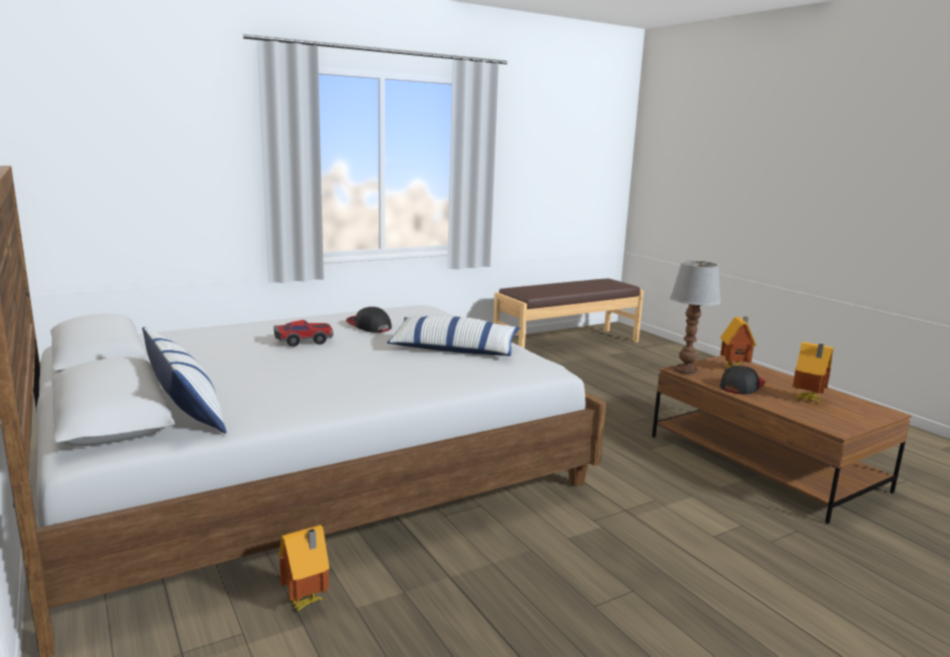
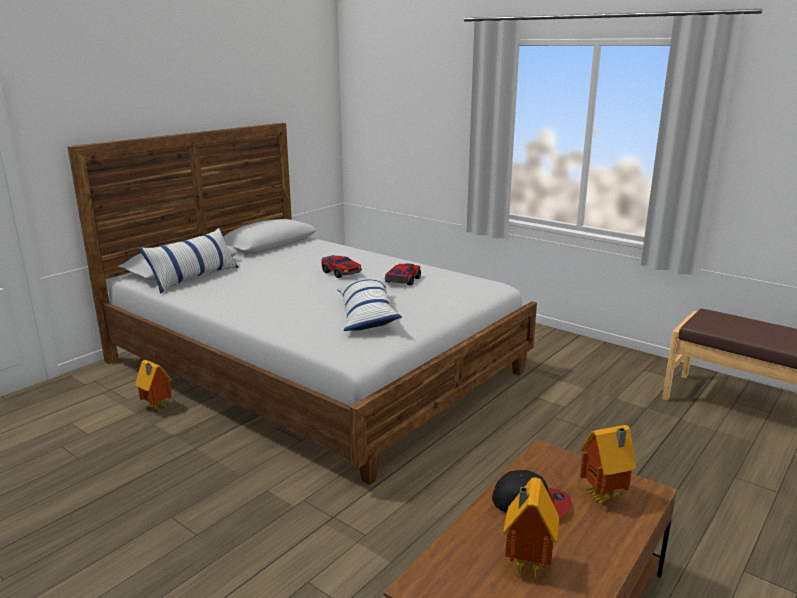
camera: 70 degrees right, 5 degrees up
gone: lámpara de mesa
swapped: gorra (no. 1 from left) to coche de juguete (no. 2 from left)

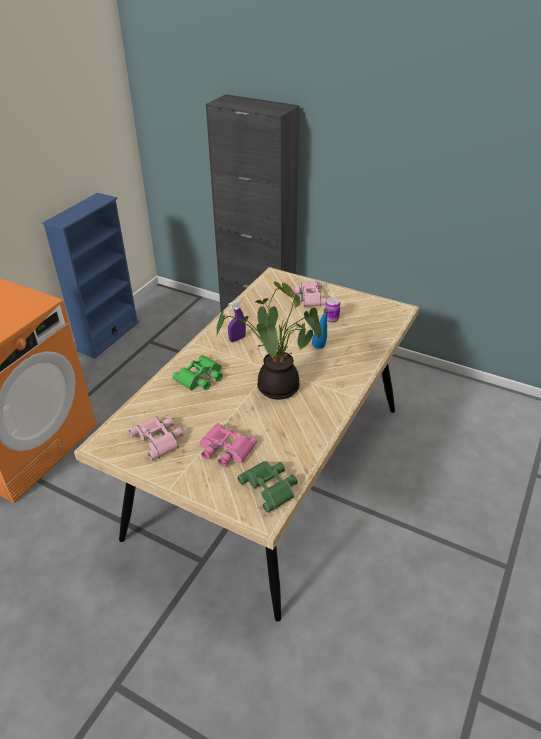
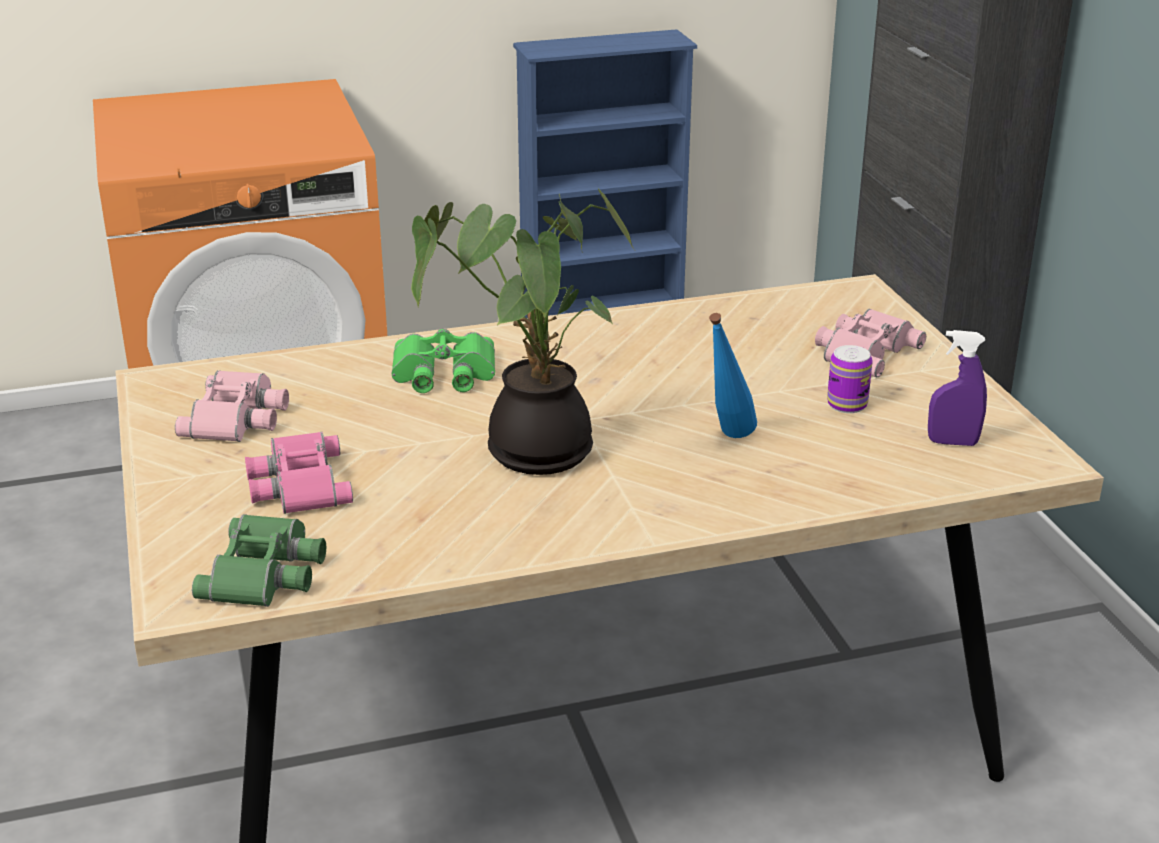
camera: 45 degrees right, 10 degrees down
shifted: pulverizador/morado

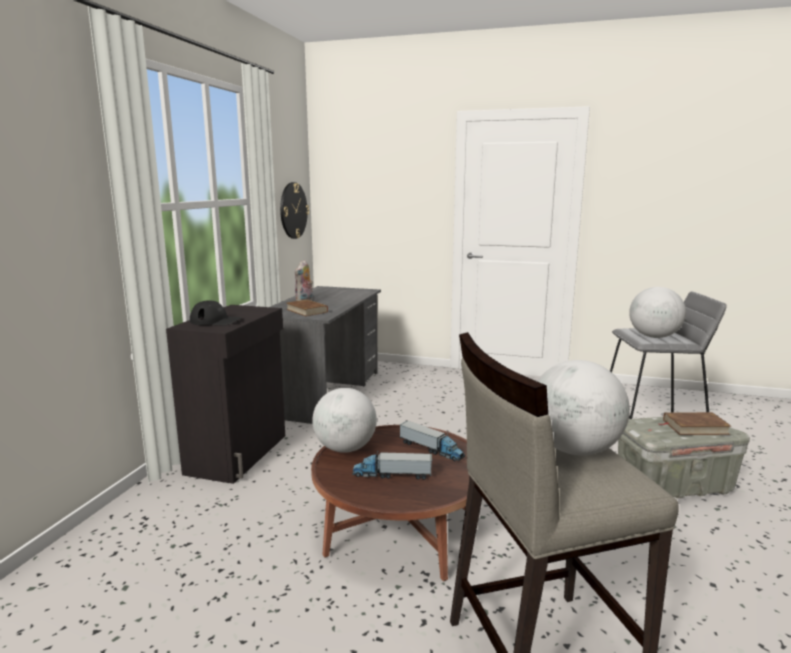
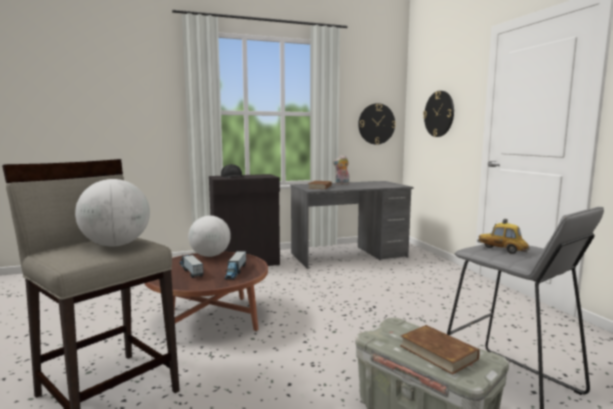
camera: 55 degrees right, 5 degrees down
new: reloj de pared (no. 2 from left)
swapped: globo terráqueo (no. 3 from left) to coche de juguete

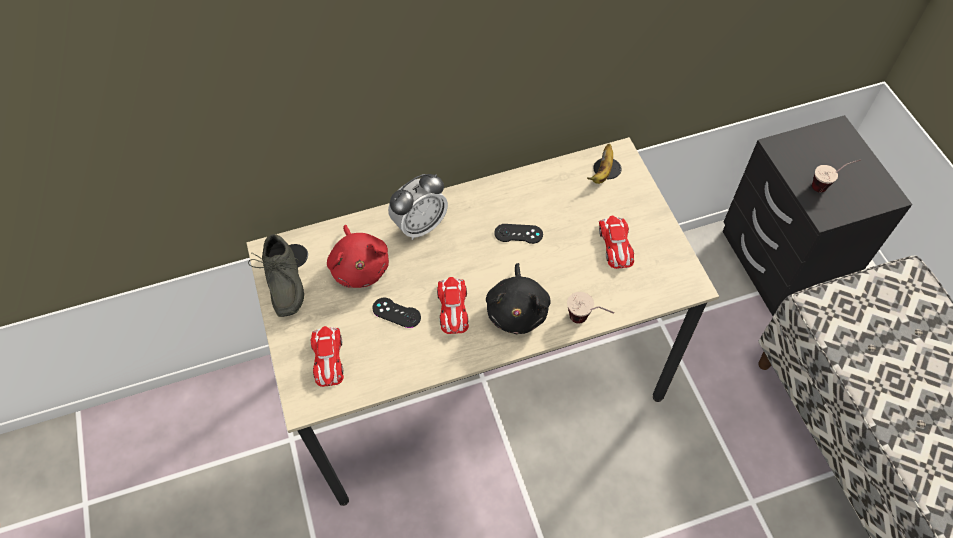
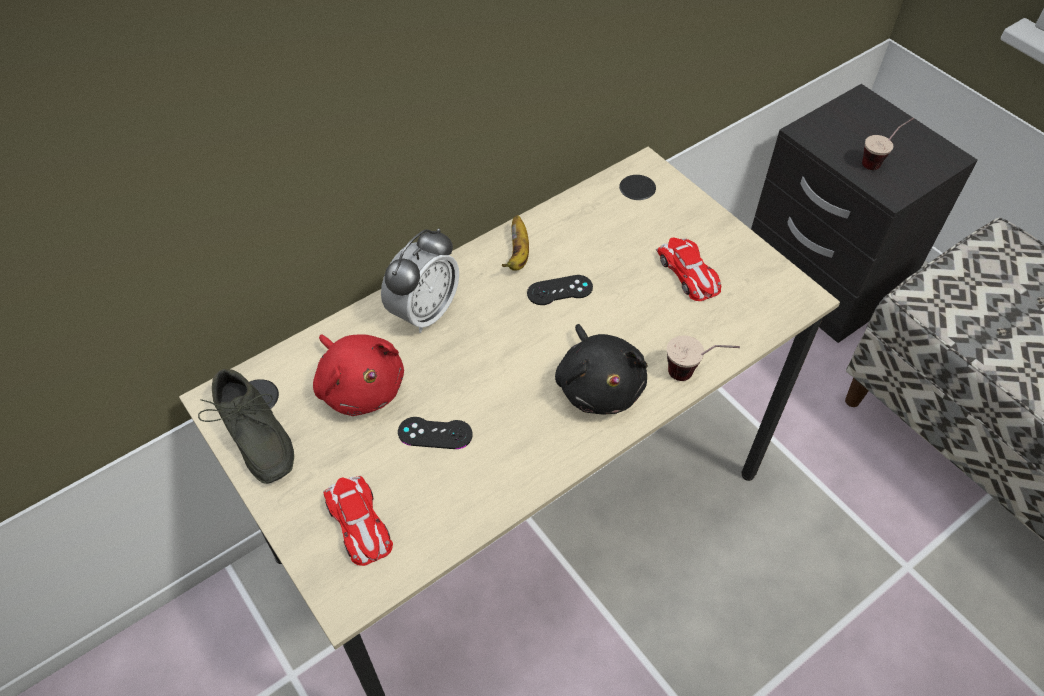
camera: 20 degrees left, 5 degrees down
gone: coche de juguete (no. 2 from left)
shifted: plátano

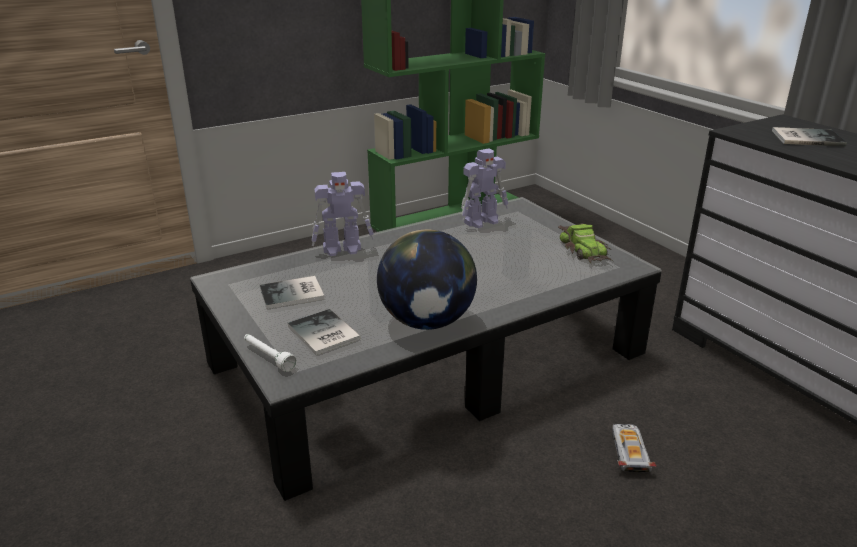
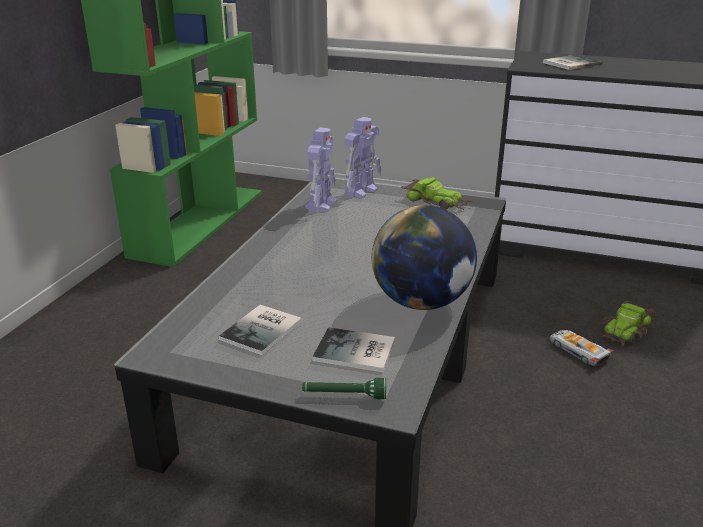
camera: 40 degrees left, 0 degrees up
new: coche de juguete (no. 3 from left)
shifted: robot de juguete (no. 1 from left in the first image) to robot de juguete (no. 2 from left)
repainted: linterna/blanco to linterna/verde

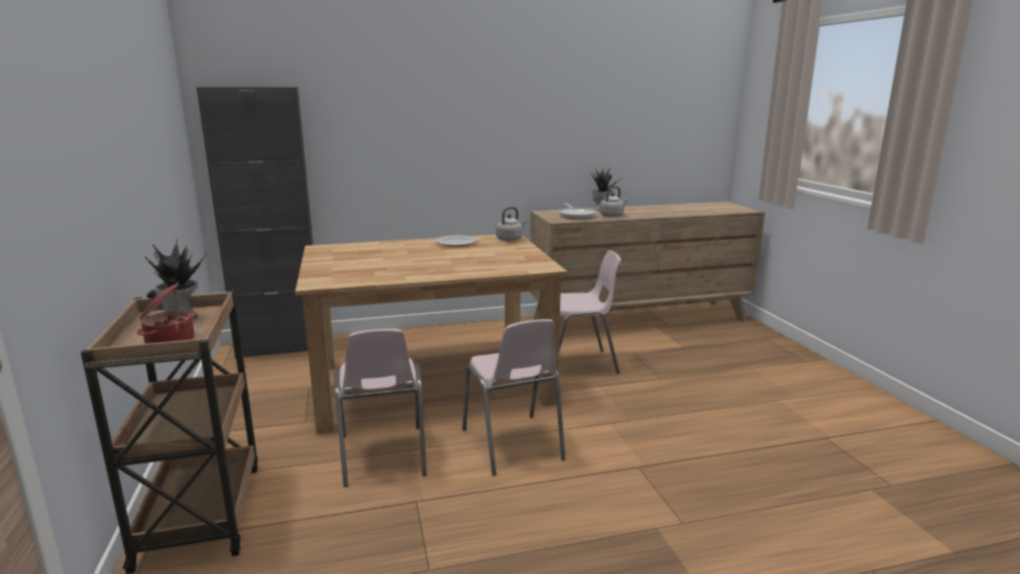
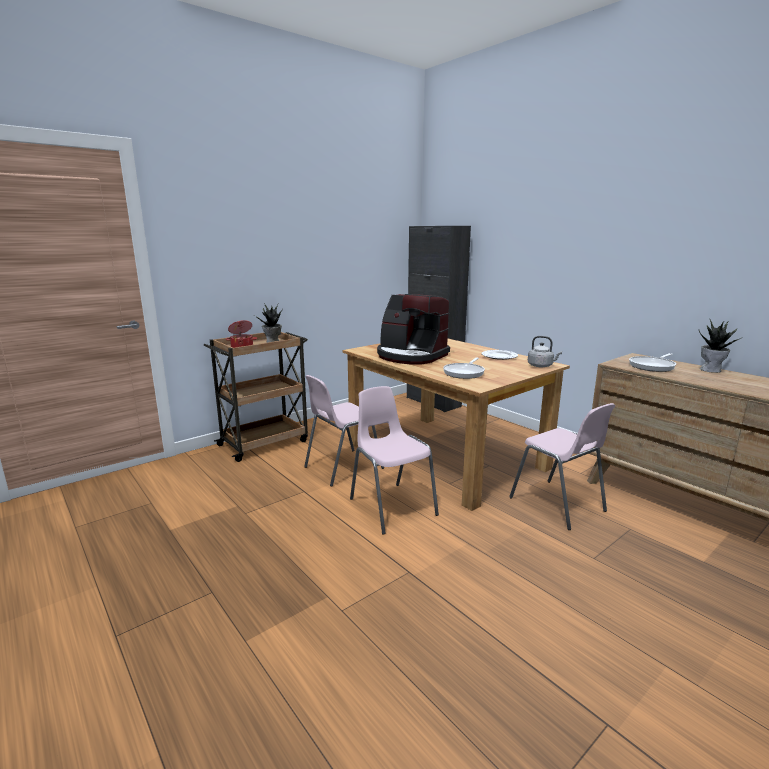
camera: 65 degrees right, 0 degrees up
gone: hervidor/gris (no. 2 from left)
new: cafetera; sartén (no. 1 from left)
rotated: silla/rosa (no. 2 from left) 105 degrees clockwise

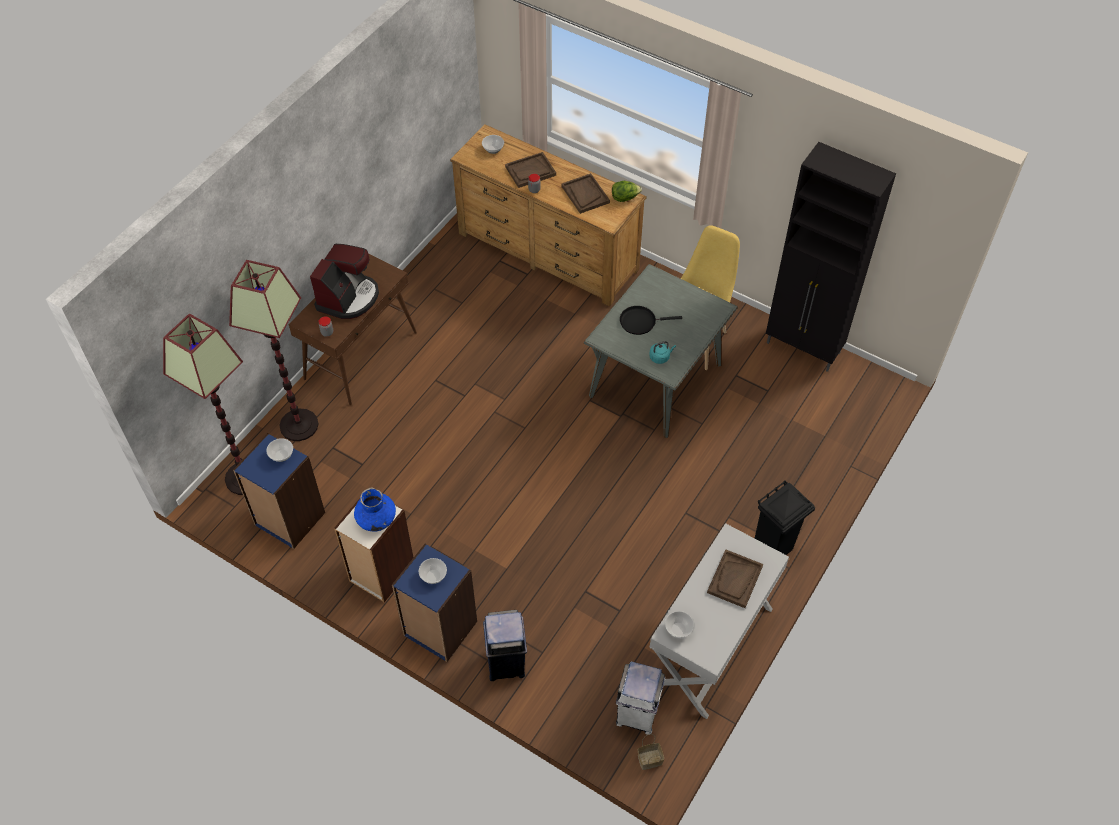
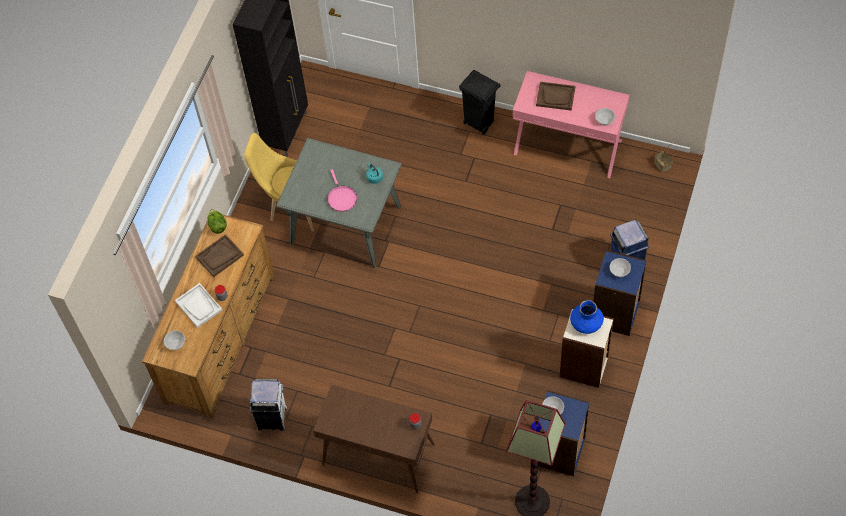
camera: 100 degrees left, 5 degrees up
gone: cafetera; lámpara de pie (no. 2 from left)
shifted: papelera/blanco
repainted: bandeja/marrón (no. 1 from left) to bandeja/blanco; sartén/negro to sartén/rosa; mesa consola/blanco to mesa consola/rosa

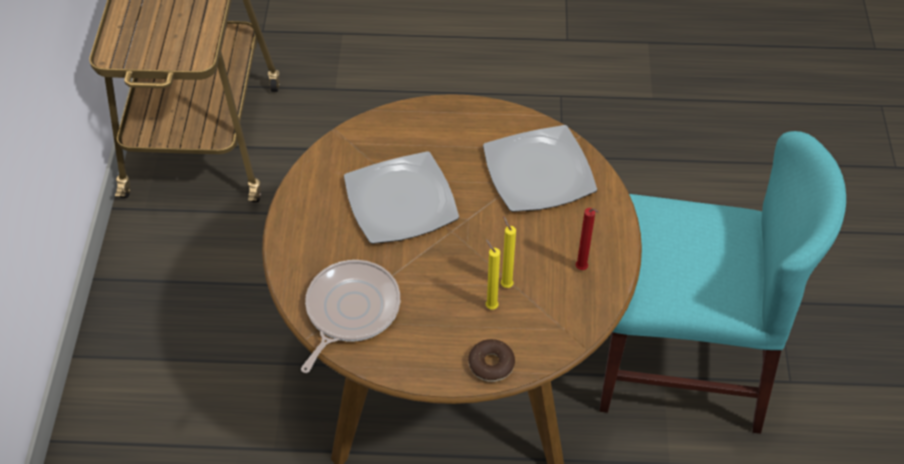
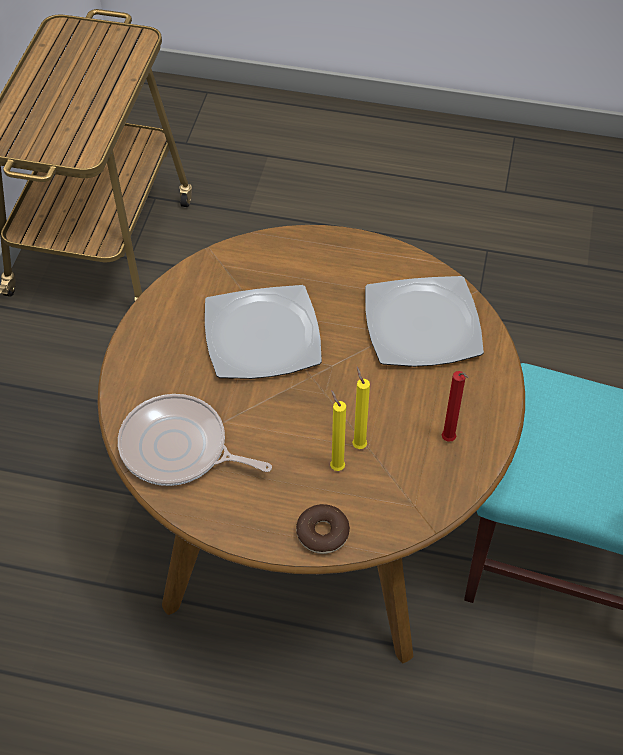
camera: 10 degrees right, 0 degrees up
rotated: sartén 105 degrees counterclockwise

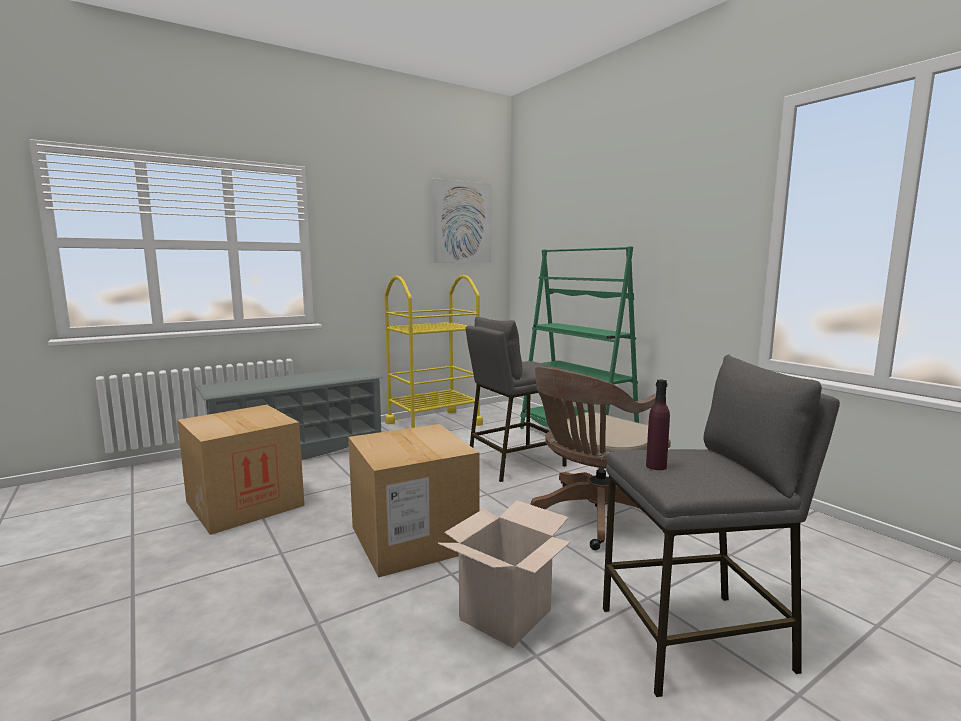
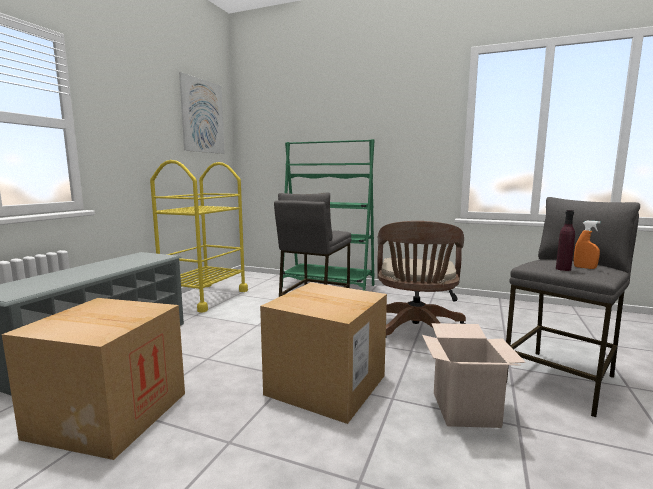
camera: 35 degrees left, 0 degrees up
new: pulverizador/naranja

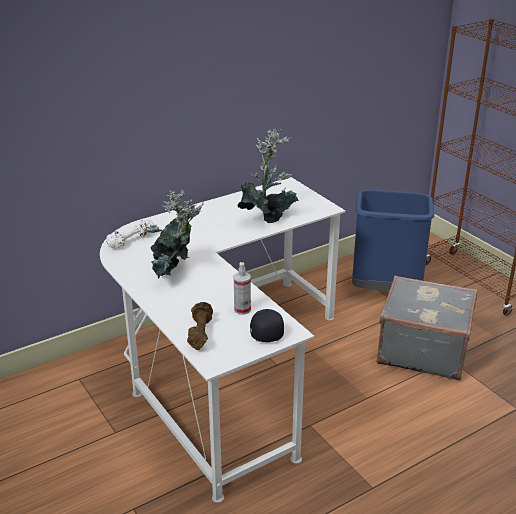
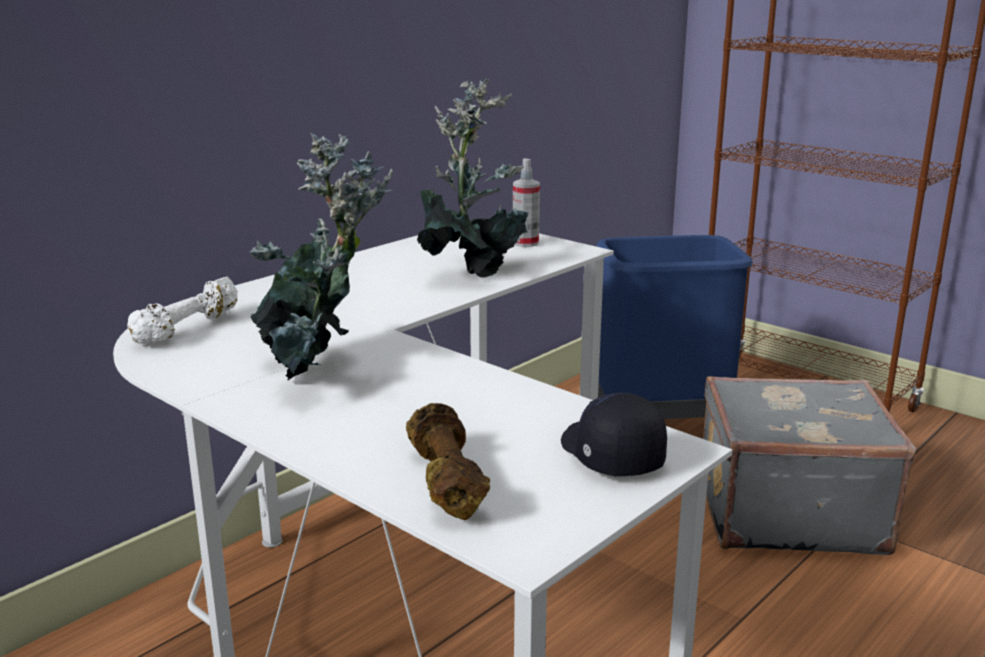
camera: 15 degrees left, 10 degrees down
shifted: pulverizador

